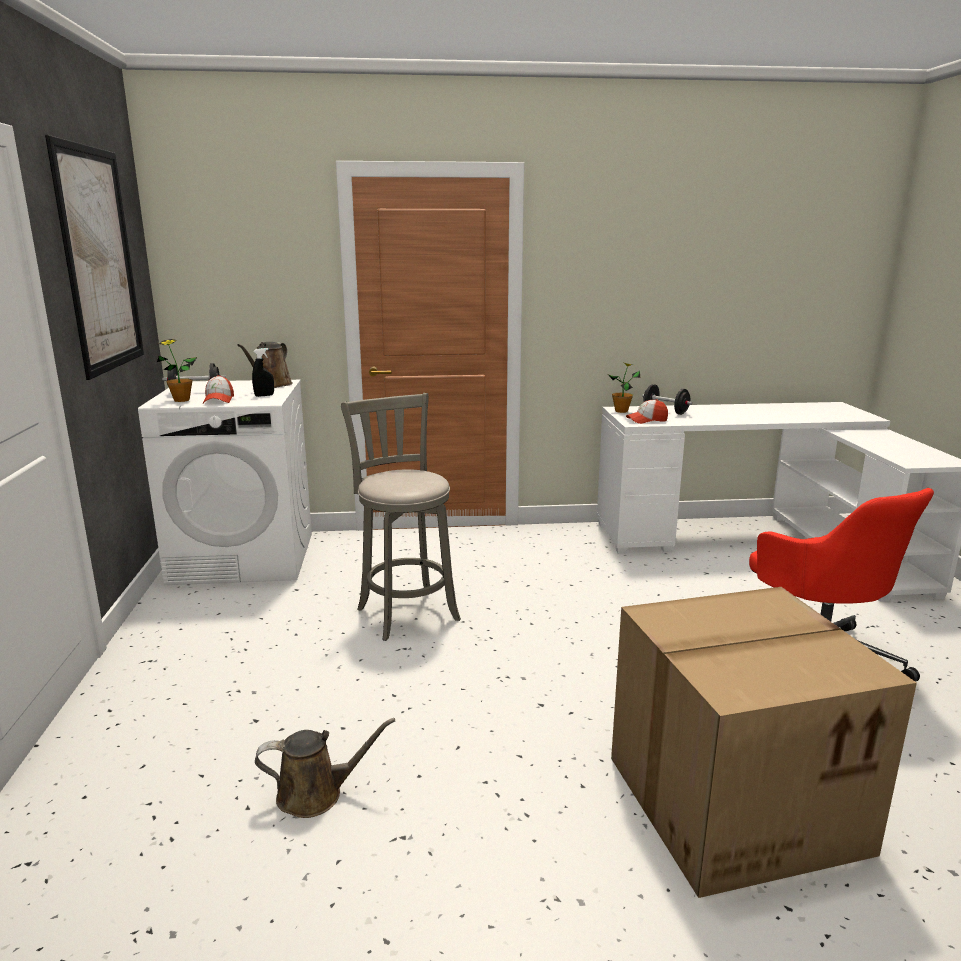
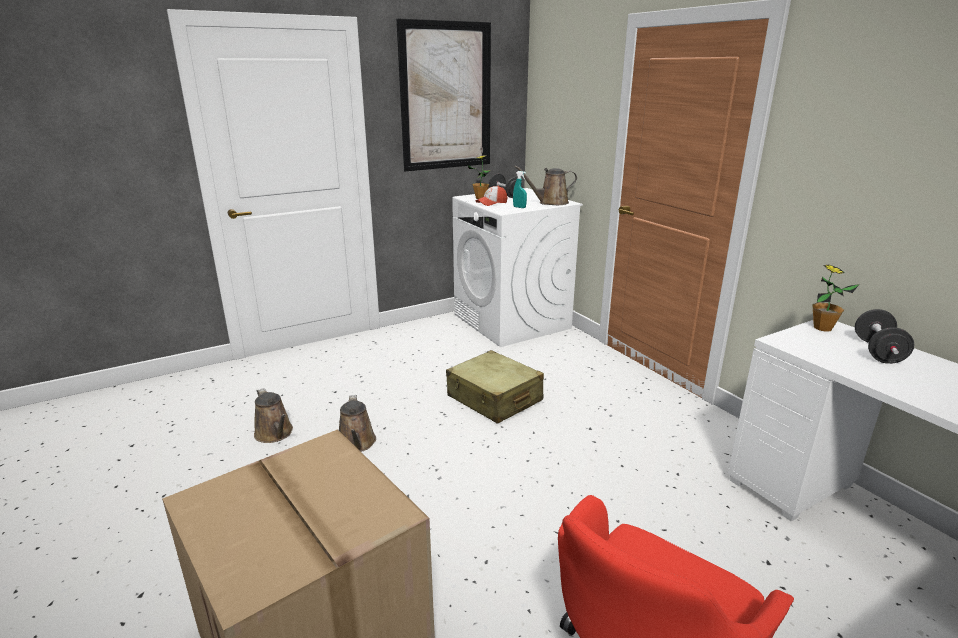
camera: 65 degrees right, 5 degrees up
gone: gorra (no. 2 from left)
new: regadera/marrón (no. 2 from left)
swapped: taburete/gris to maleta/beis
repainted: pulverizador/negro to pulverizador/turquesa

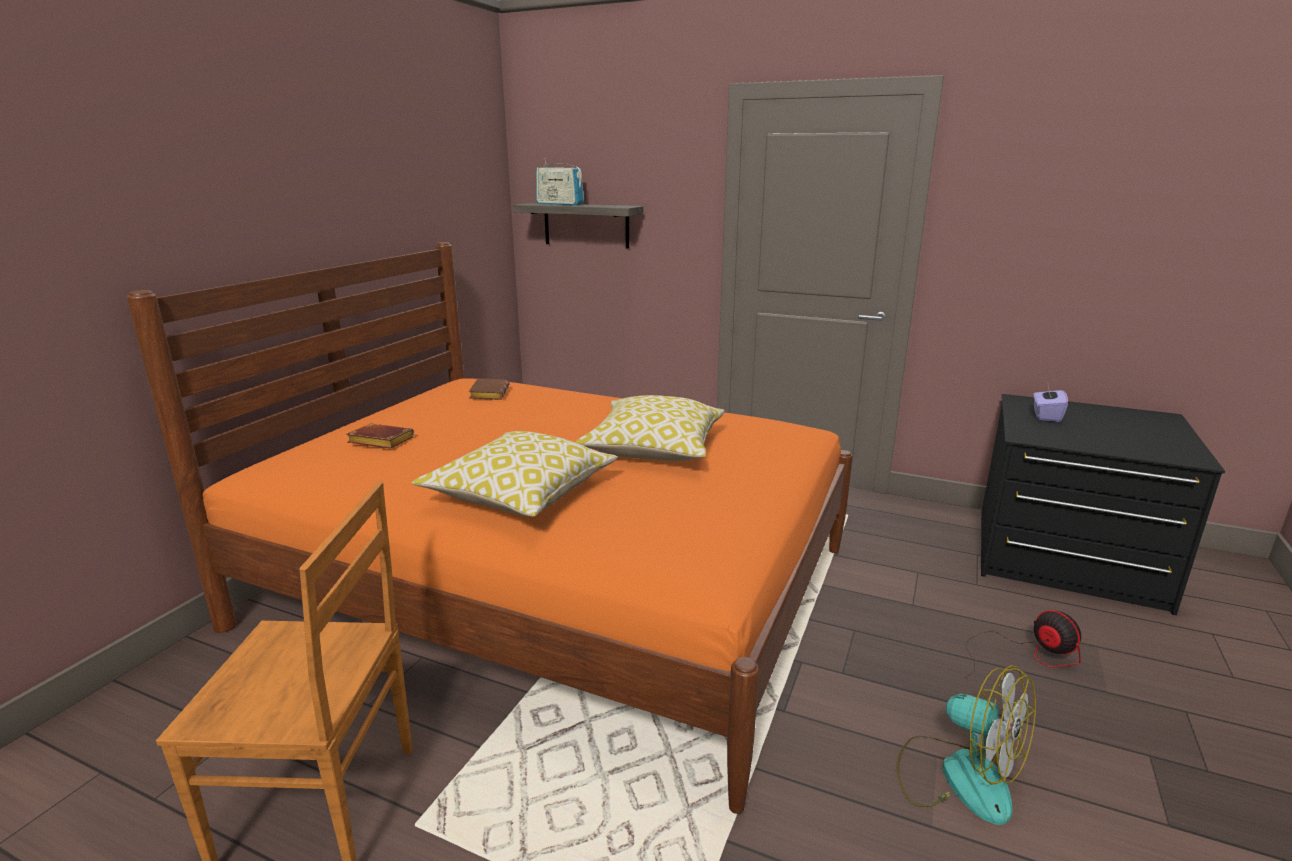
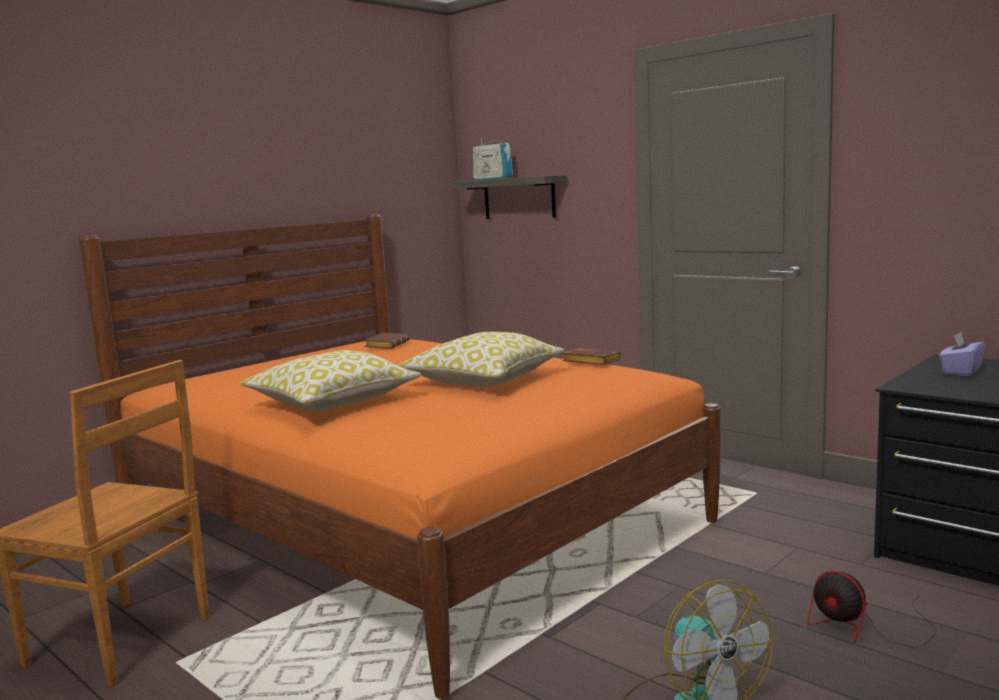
camera: 20 degrees right, 10 degrees down
shifted: libro/marrón (no. 1 from left in the first image) to libro/marrón (no. 2 from left)
rotated: ventilador (no. 2 from left) 150 degrees clockwise

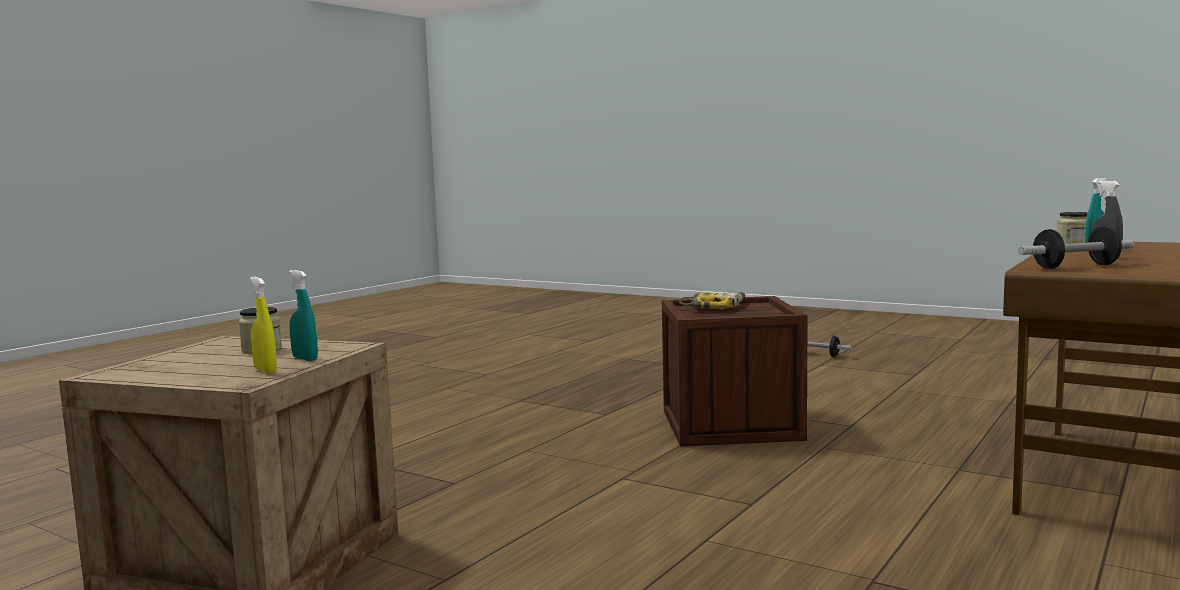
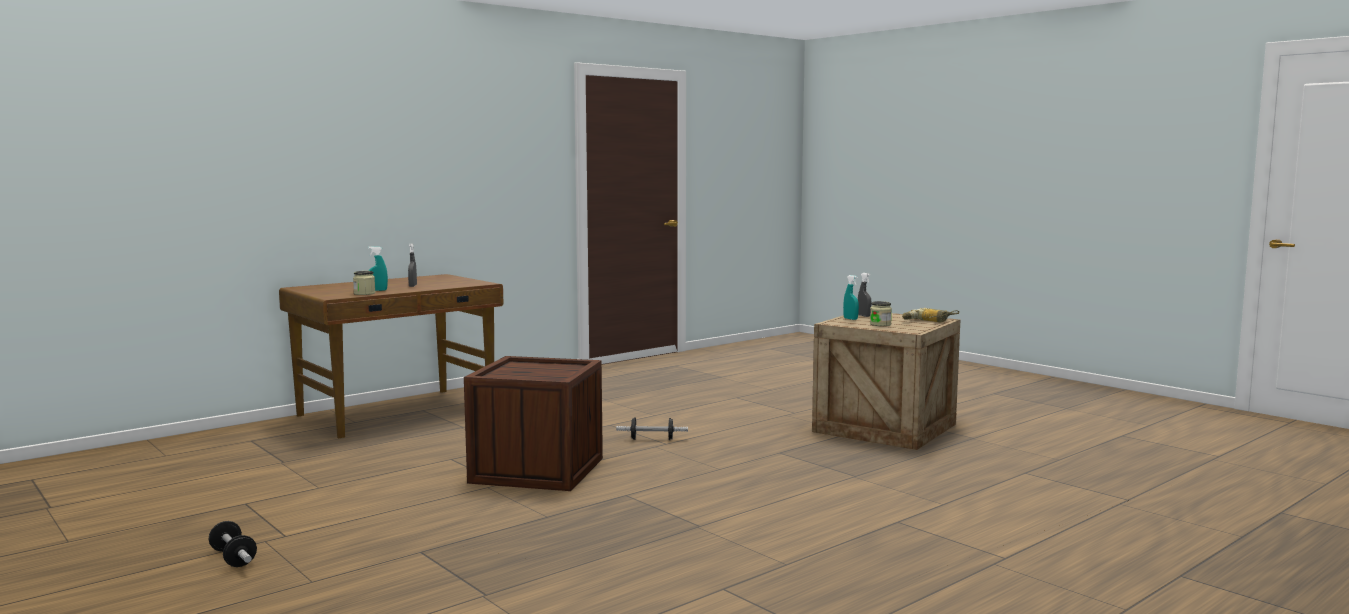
camera: 165 degrees left, 0 degrees up
shifted: mancuerna (no. 2 from left); taladro
repainted: pulverizador/amarillo to pulverizador/gris (no. 2 from left)

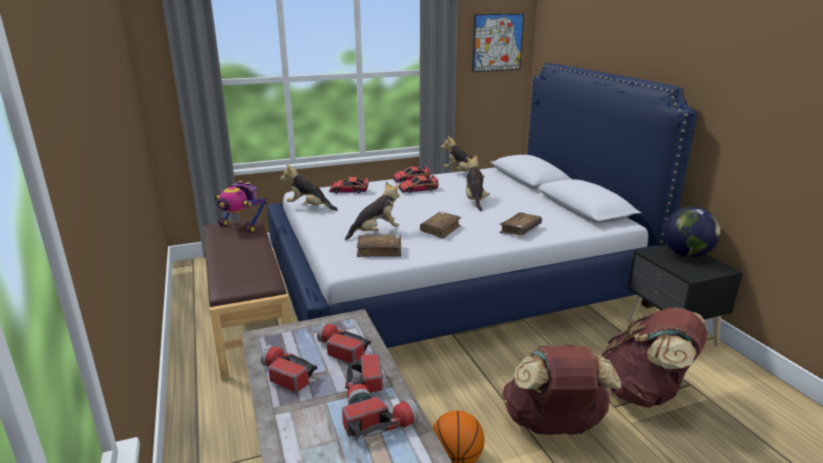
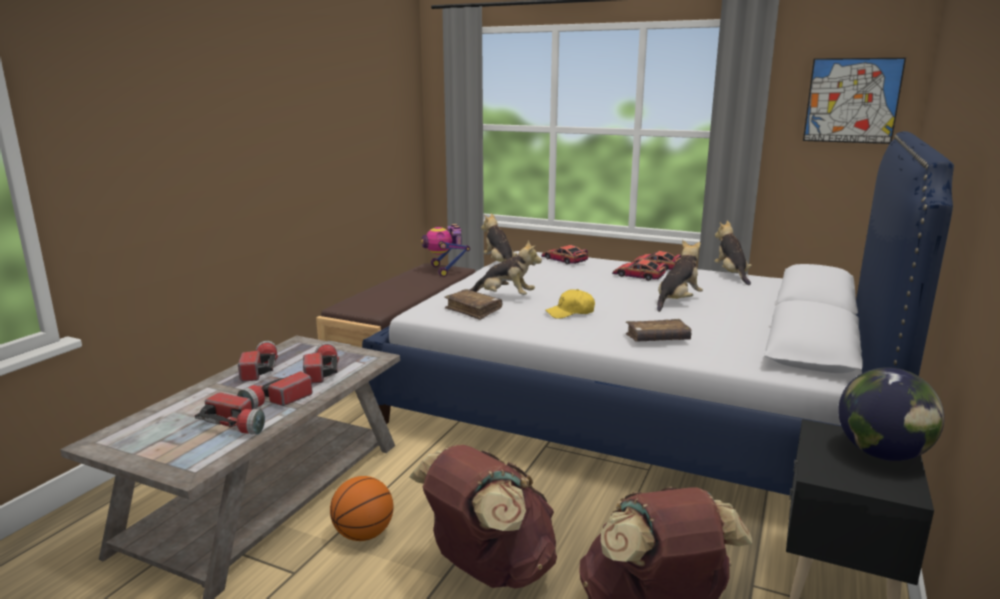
camera: 45 degrees right, 5 degrees down
swapped: libro/marrón (no. 2 from left) to gorra/amarillo

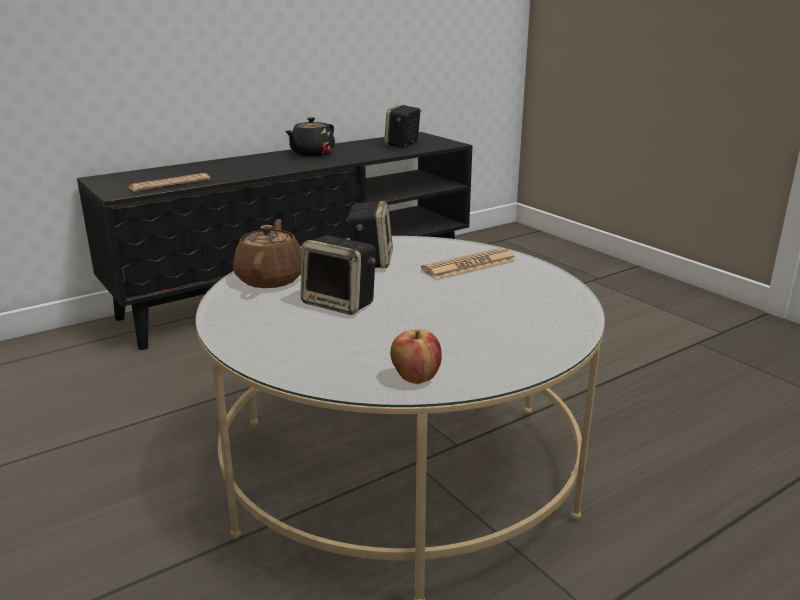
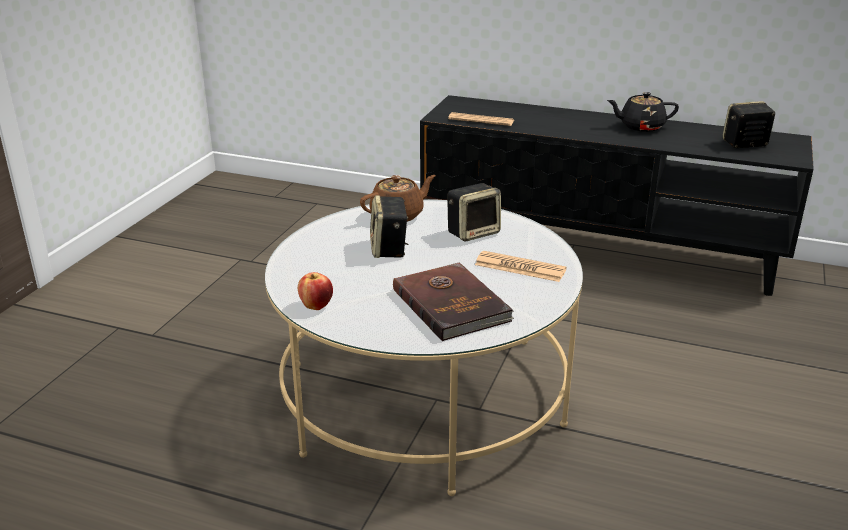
camera: 55 degrees right, 5 degrees up
new: libro/marrón

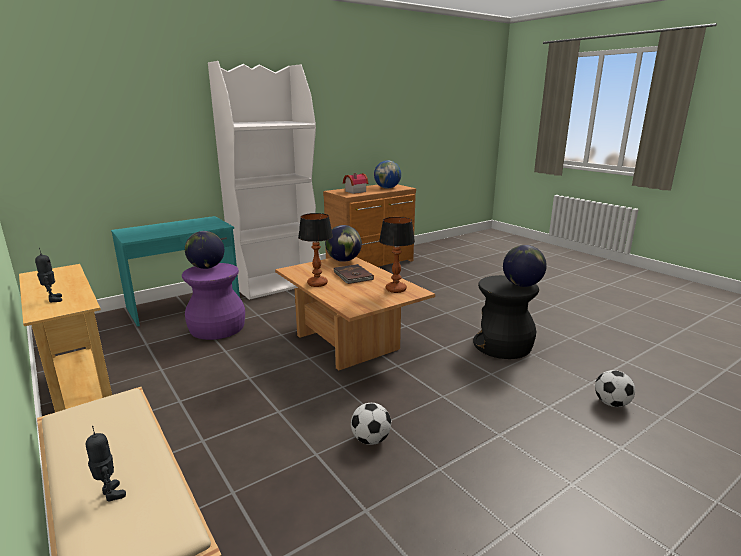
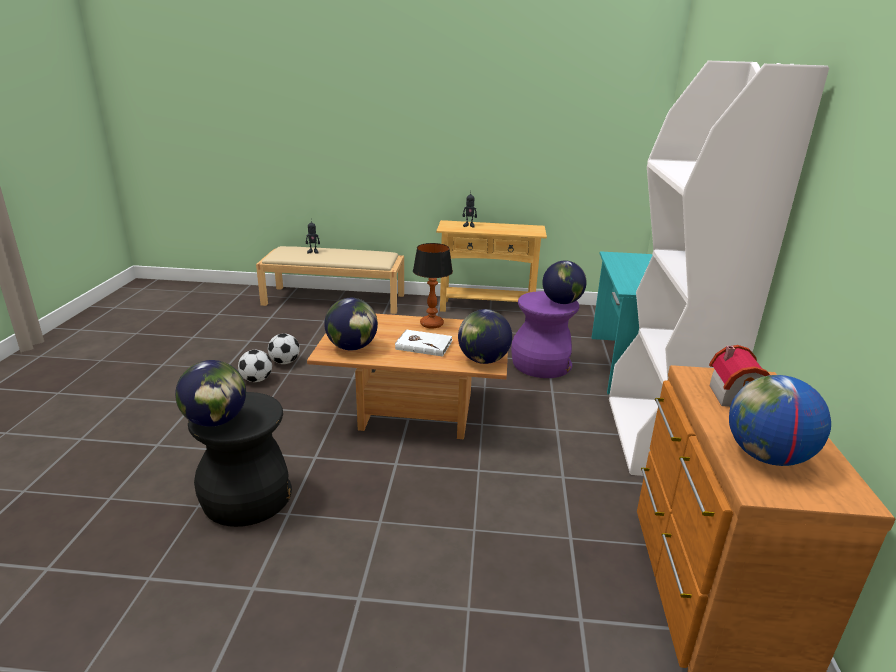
camera: 130 degrees right, 5 degrees up
shifted: balón de fútbol (no. 2 from left in the first image) to balón de fútbol (no. 1 from left)
swapped: lámpara de mesa (no. 2 from left) to globo terráqueo (no. 2 from left)
repainted: libro/marrón to libro/blanco

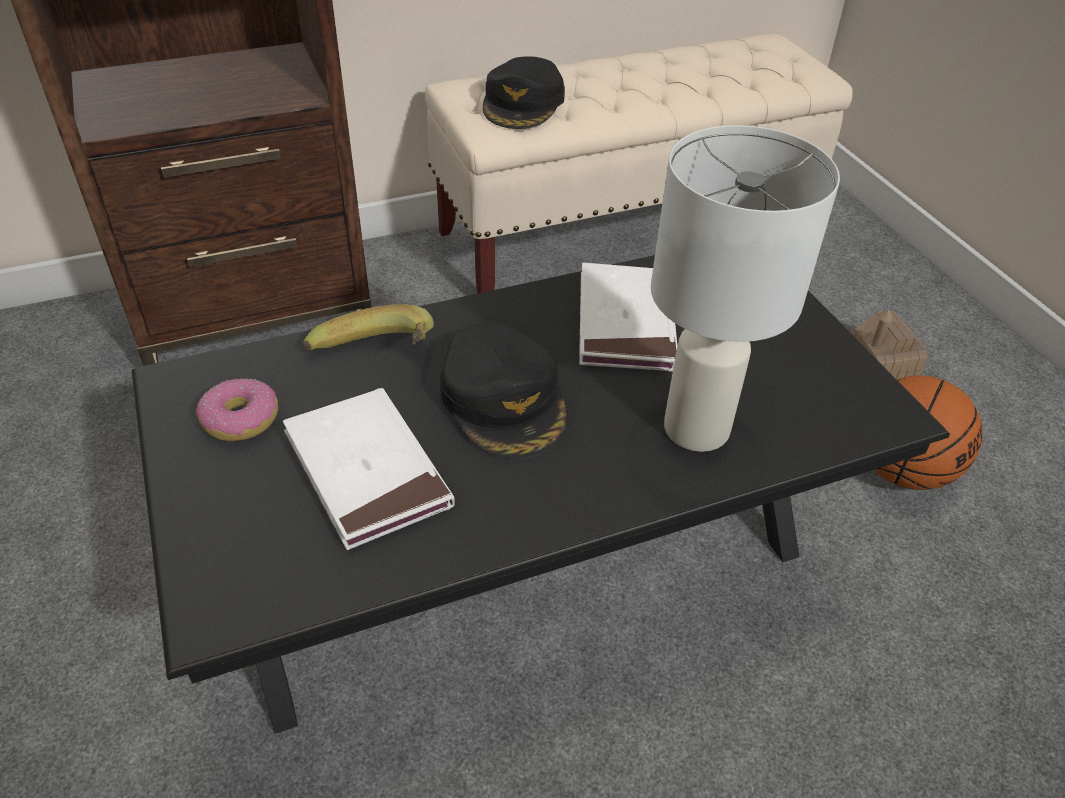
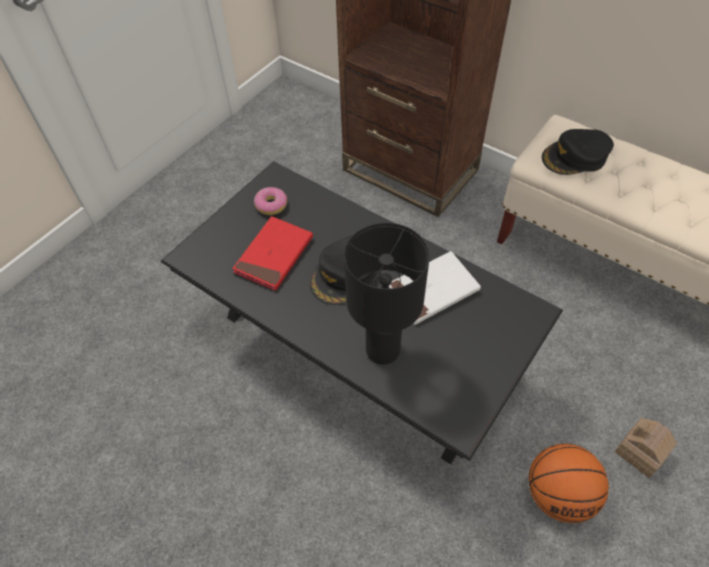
camera: 60 degrees right, 10 degrees up
gone: plátano
repainted: lámpara de mesa/blanco to lámpara de mesa/negro; libro/blanco (no. 1 from left) to libro/rojo

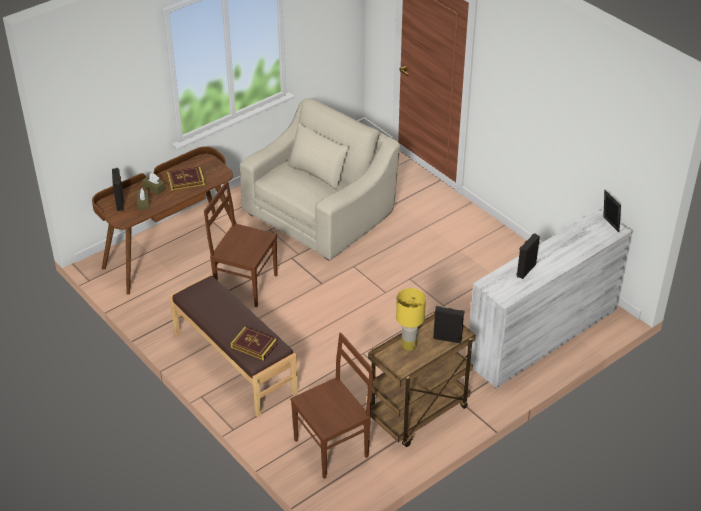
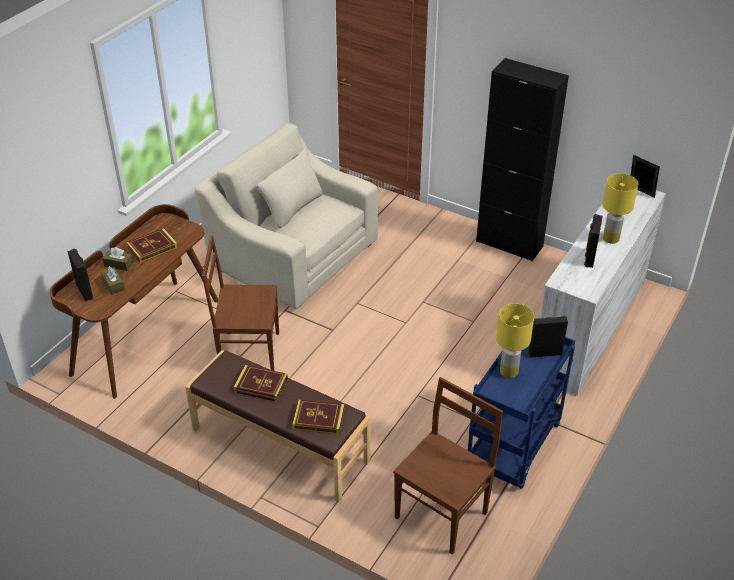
camera: 20 degrees left, 0 degrees up
new: armario/negro; lámpara de mesa/amarillo (no. 2 from left); libro (no. 2 from left)
repainted: carrito/marrón to carrito/azul
rotated: sillón/beis 75 degrees counterclockwise

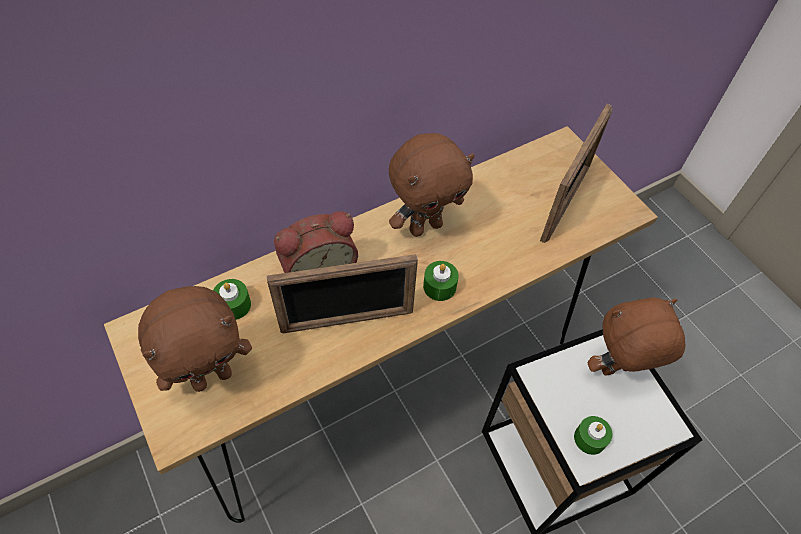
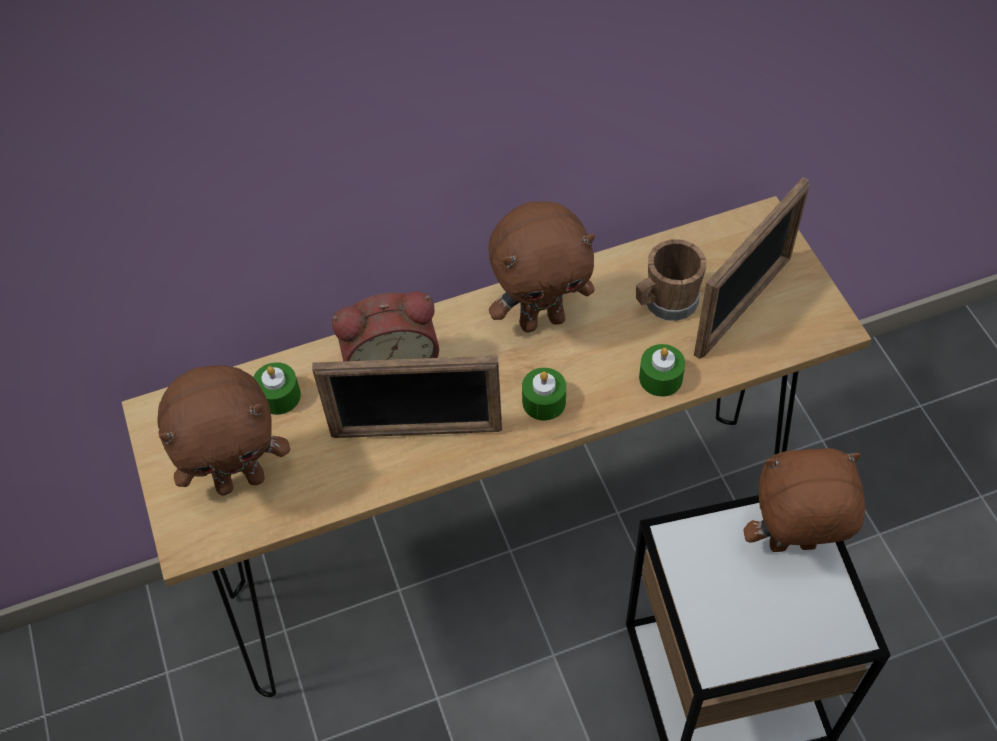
camera: 15 degrees right, 0 degrees up
new: taza grande/marrón
shifted: vela/verde (no. 3 from left)

